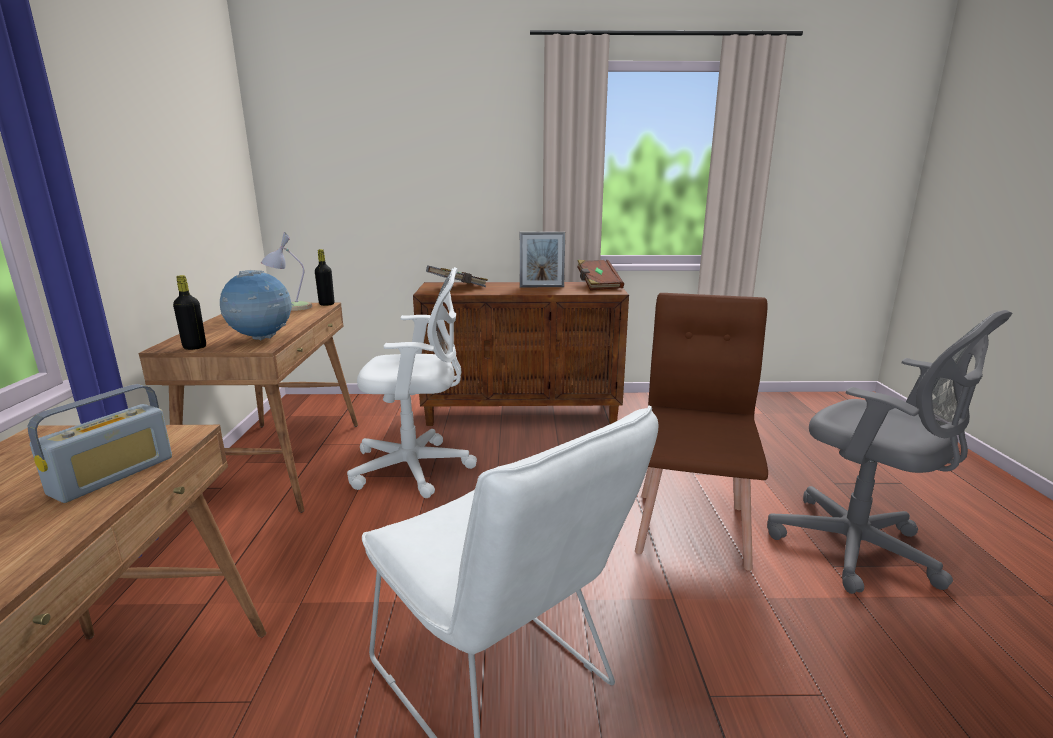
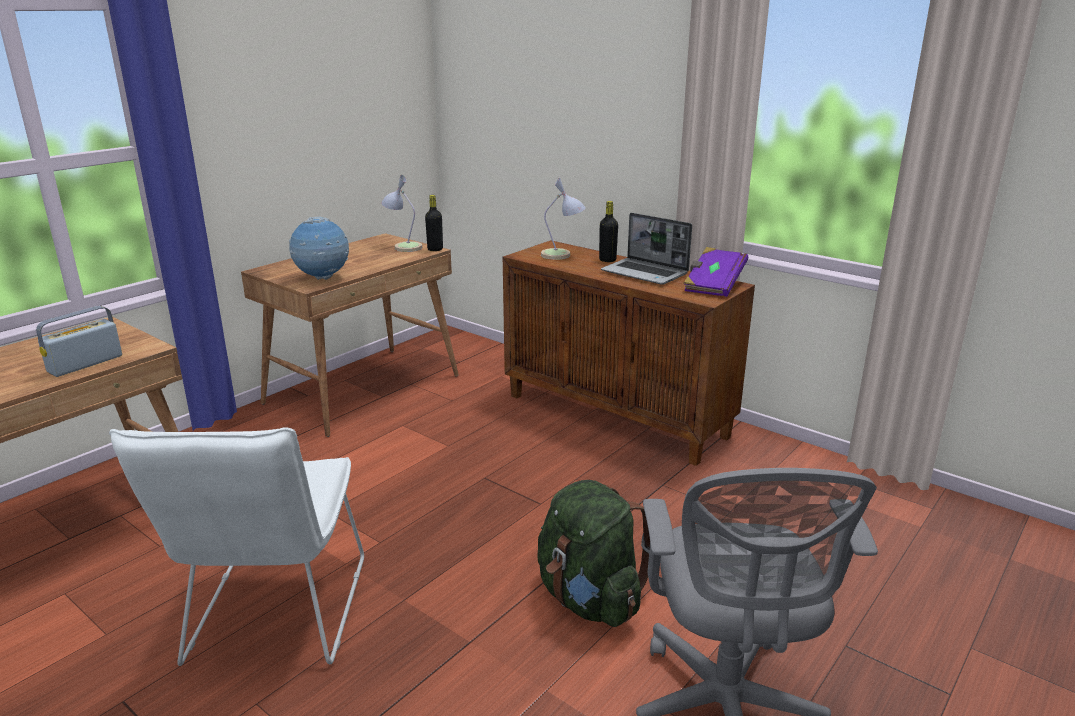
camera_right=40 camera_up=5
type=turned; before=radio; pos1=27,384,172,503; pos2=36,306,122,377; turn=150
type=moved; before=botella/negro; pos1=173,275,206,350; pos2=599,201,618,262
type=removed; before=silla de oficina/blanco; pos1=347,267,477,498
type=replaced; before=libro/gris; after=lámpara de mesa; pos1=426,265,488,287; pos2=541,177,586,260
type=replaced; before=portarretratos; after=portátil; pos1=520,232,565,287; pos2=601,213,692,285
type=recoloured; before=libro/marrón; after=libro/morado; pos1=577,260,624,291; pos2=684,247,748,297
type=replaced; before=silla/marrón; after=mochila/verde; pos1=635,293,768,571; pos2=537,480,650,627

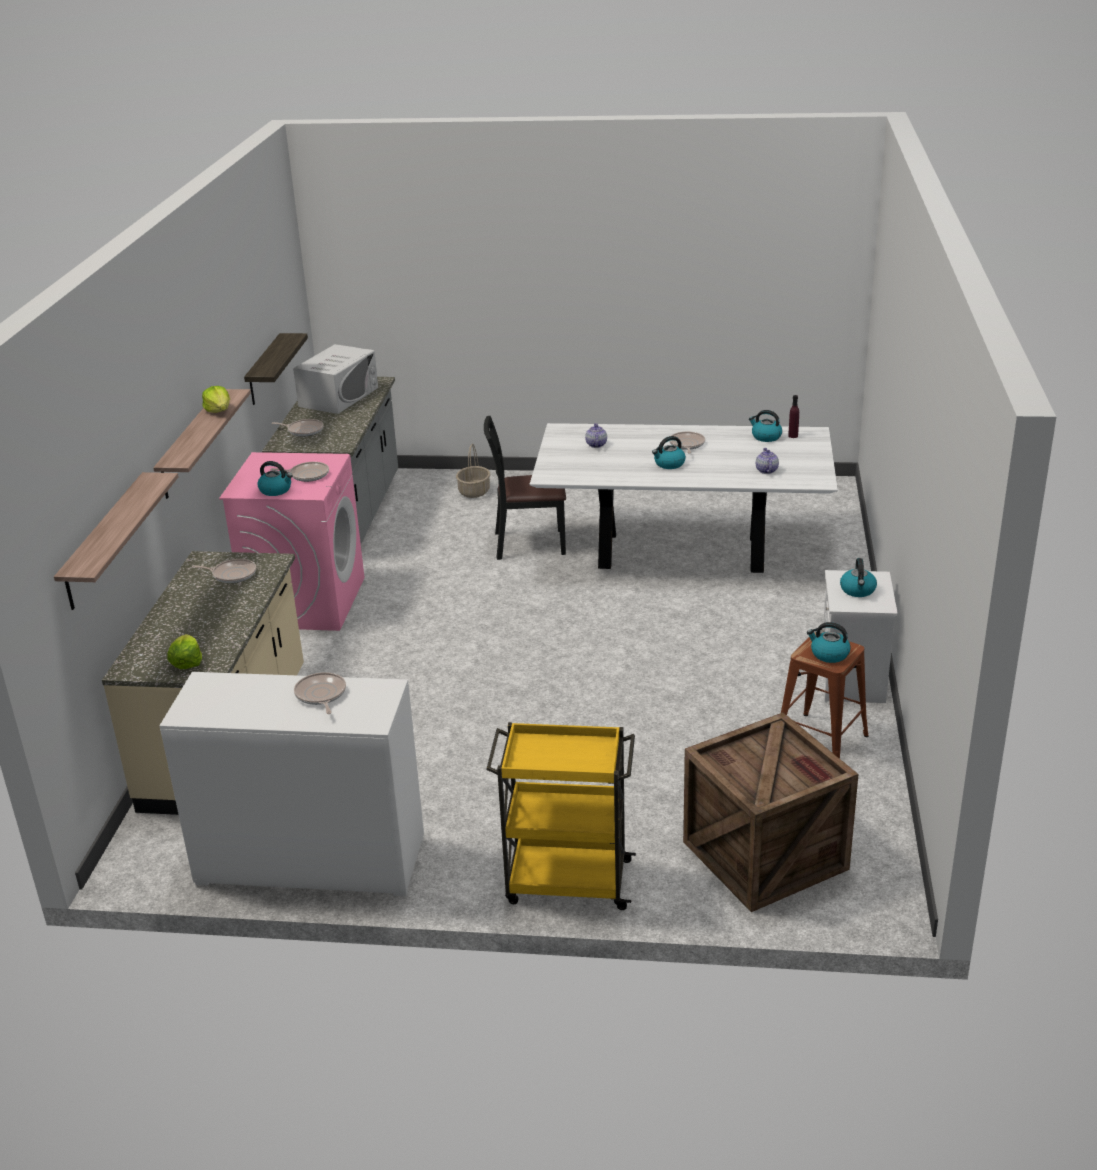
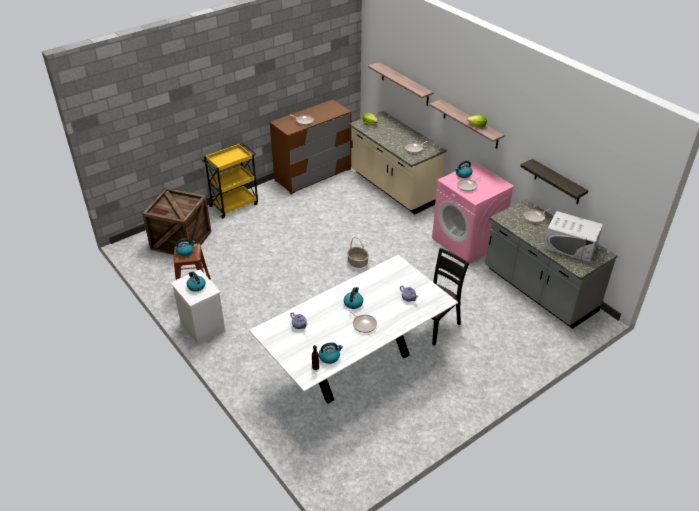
camera_right=135 camera_up=10
type=recoloured; before=cómoda/blanco; after=cómoda/marrón; pos1=160,672,424,896; pos2=270,99,351,194
type=turned; before=microondas/blanco; pos1=293,344,378,414; pos2=543,211,603,262; turn=-45
type=moved; before=cesta; pos1=456,444,490,498; pos2=347,237,369,268

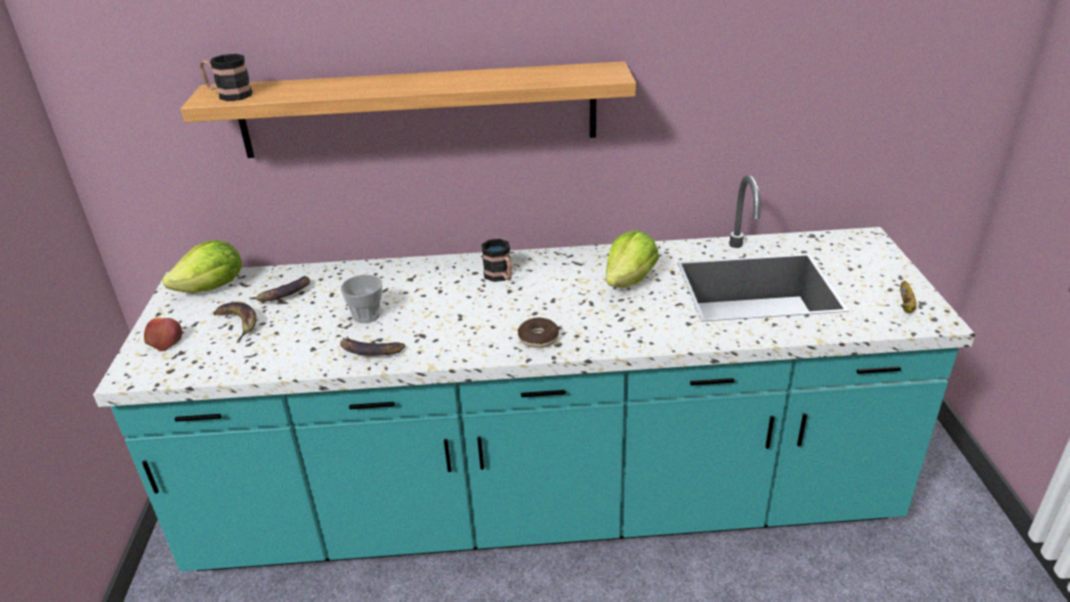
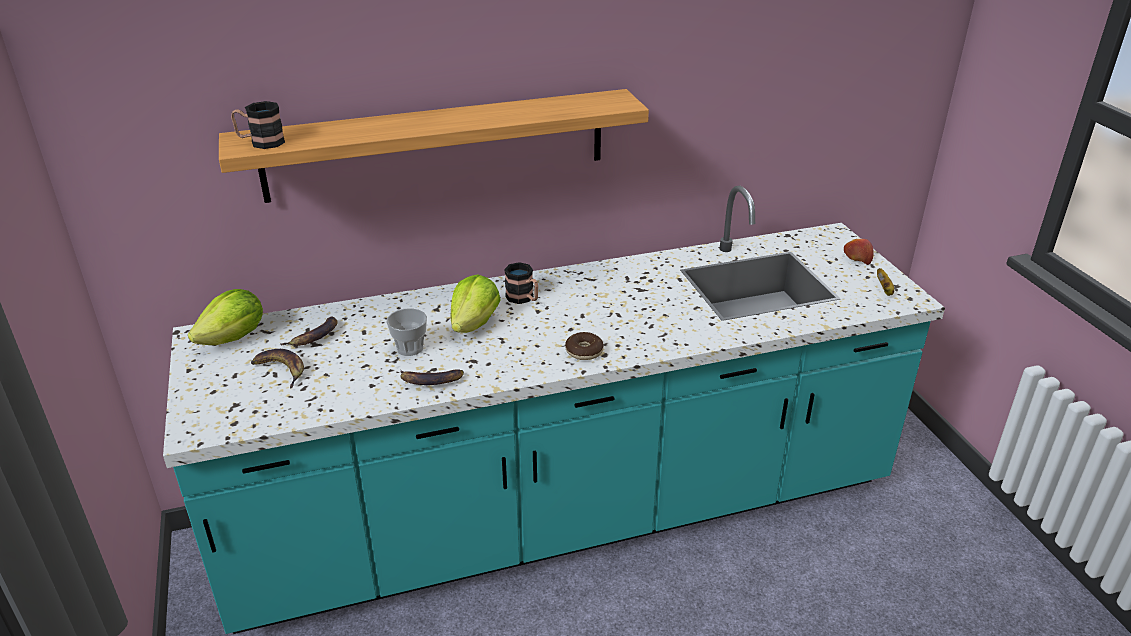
camera_right=-15 camera_up=0
type=moved; before=manzana; pos1=144,317,182,351; pos2=844,239,874,265
type=moved; before=lechuga; pos1=606,230,659,288; pos2=451,274,501,333

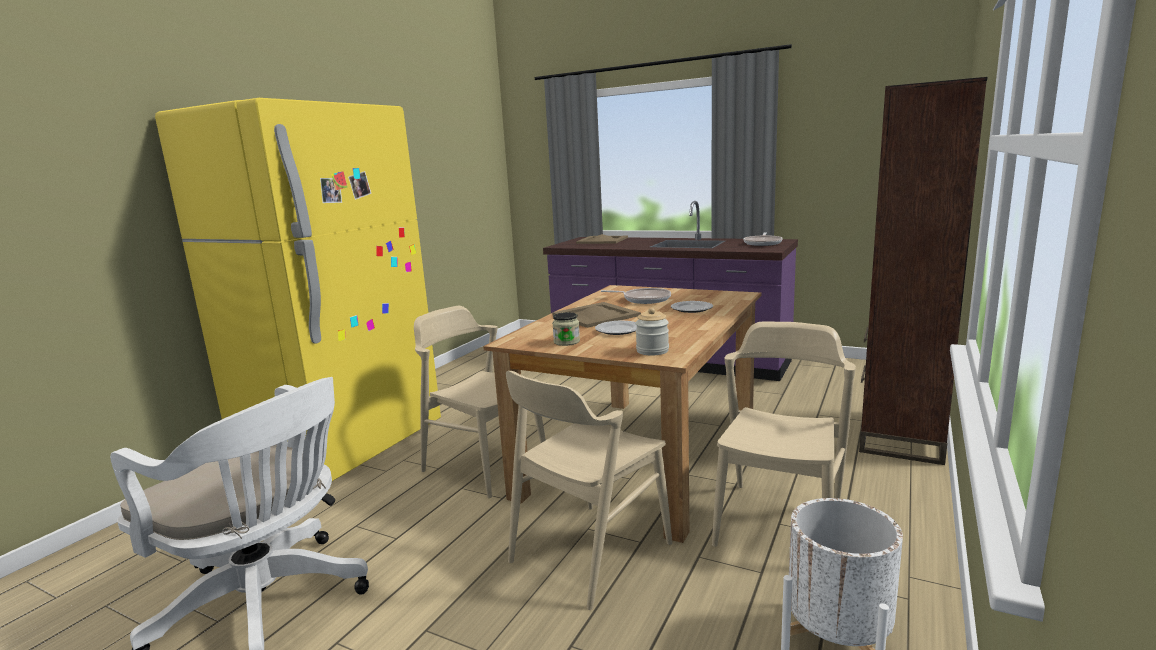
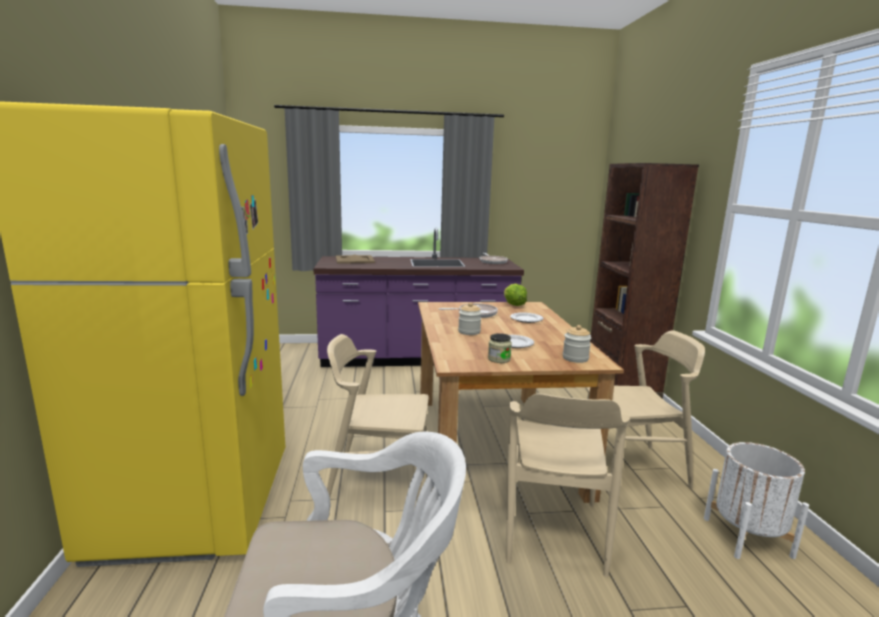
camera_right=-35 camera_up=0
type=replaced; before=bandeja/beis; after=tarro; pos1=552,302,641,328; pos2=458,302,482,335
type=turned; before=silla/beis; pos1=712,322,856,547; pos2=585,330,705,489; turn=90
type=added; after=lechuga; pos2=504,284,527,306

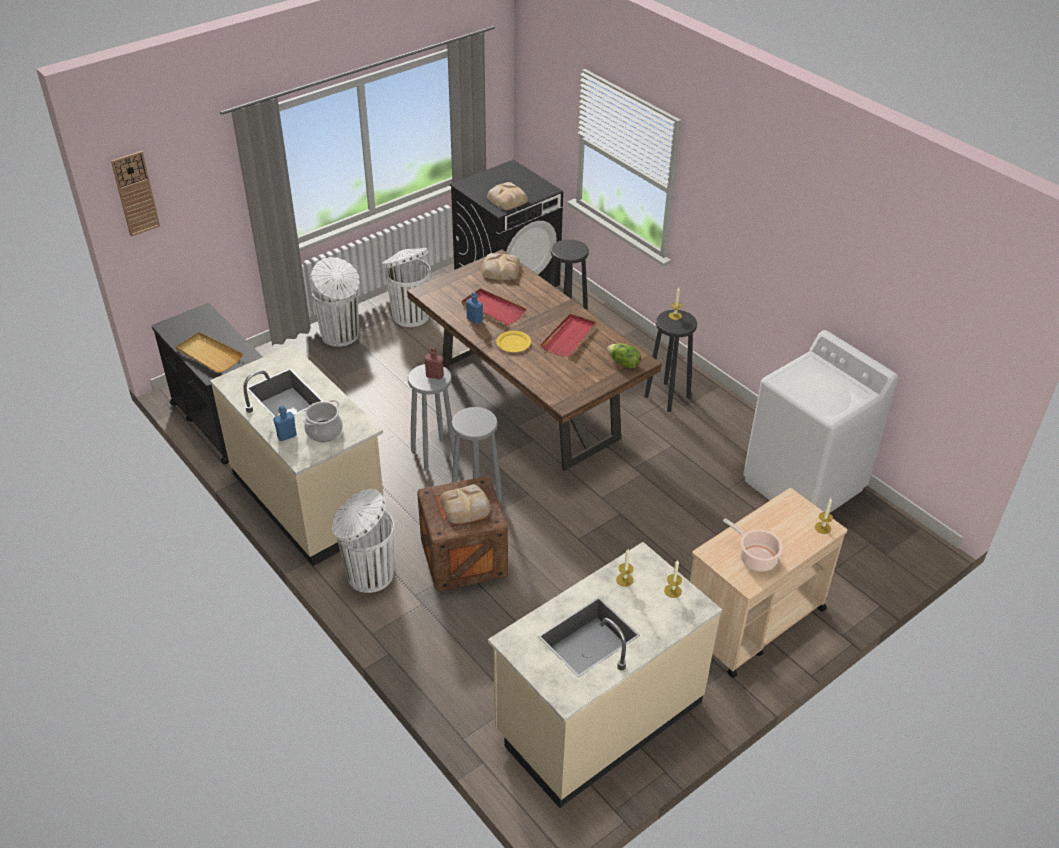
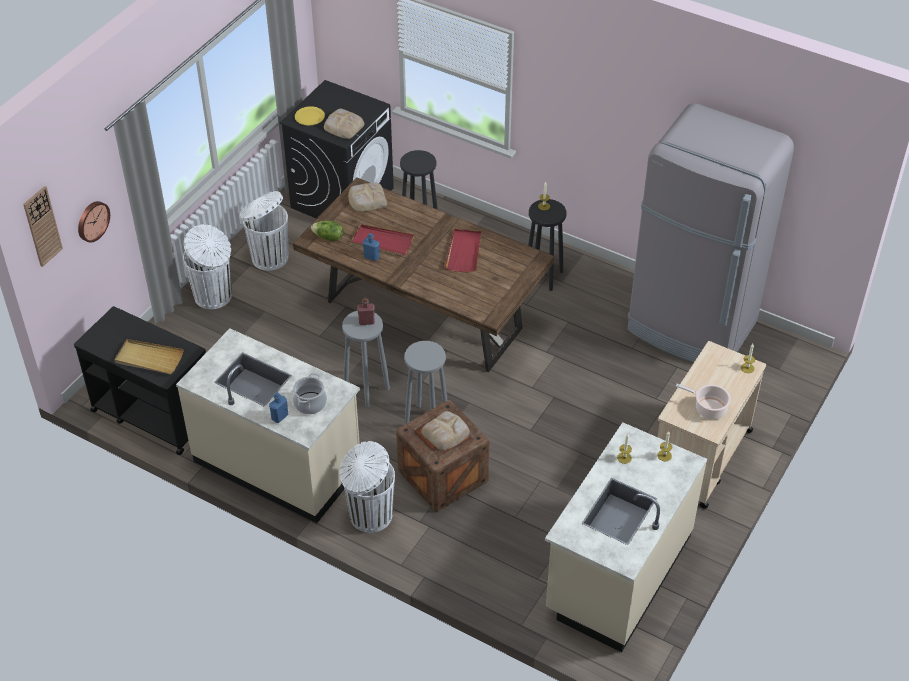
camera_right=-20 camera_up=5
type=moved; before=plato/amarillo; pos1=496,331,531,352; pos2=295,106,325,125
type=moved; before=lechuga; pos1=607,343,641,368; pos2=311,221,343,241
type=replaced; before=lavadora/blanco; after=nevera/gris; pos1=743,330,899,513; pos2=627,103,794,362
type=added; after=reloj de pared; pos2=78,201,110,243

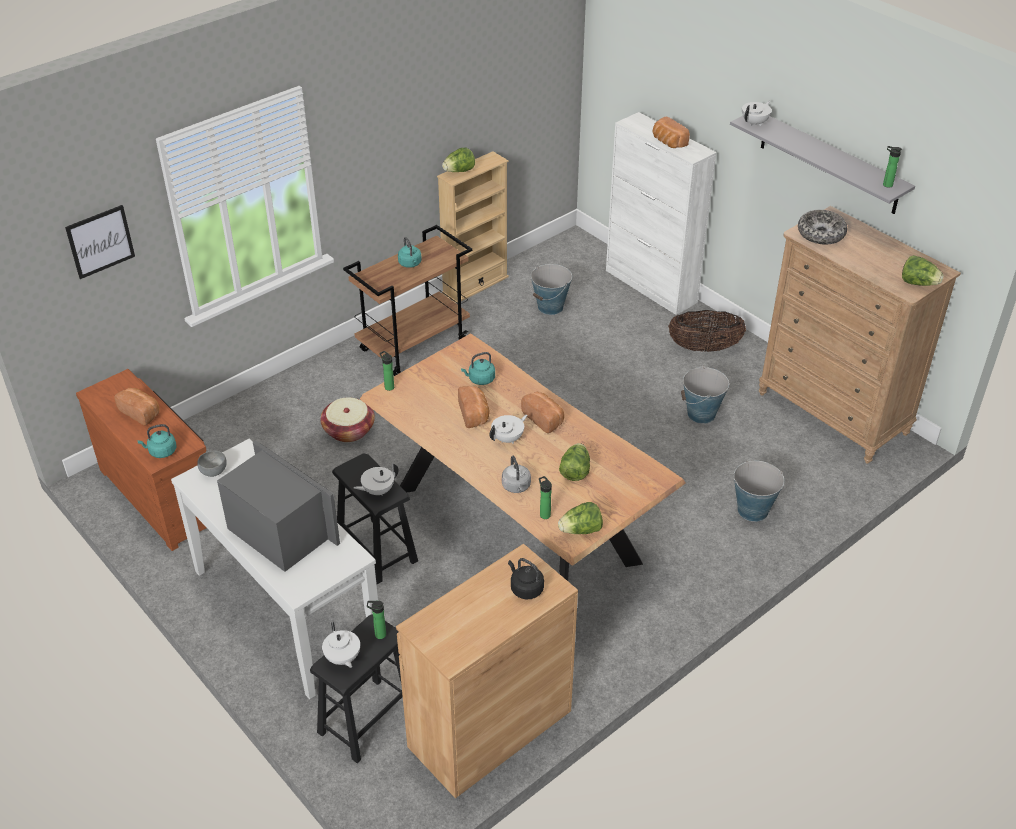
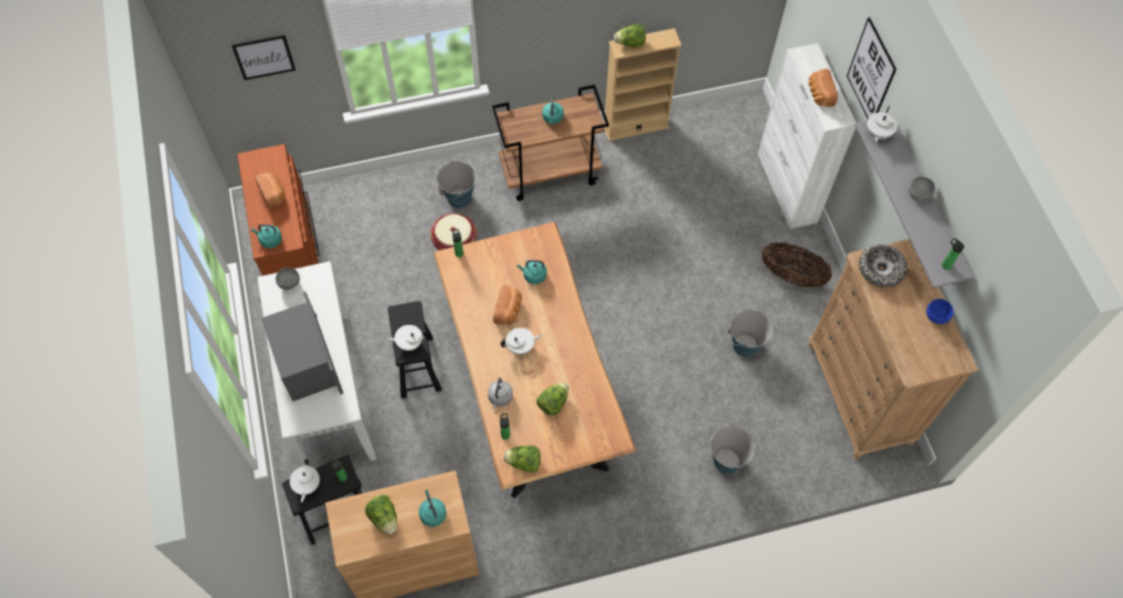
camera_right=25 camera_up=20
type=recoloured; before=hervidor/negro; after=hervidor/turquesa; pos1=508,558,544,600; pos2=419,489,446,527
type=removed; before=pan; pos1=521,392,564,433
type=moved; before=cubo; pos1=530,264,572,315; pos2=437,161,476,208
type=turned; before=tetera/blanco; pos1=742,101,772,126; pos2=867,106,897,142; turn=135
type=moved; before=lechuga; pos1=902,255,944,286; pos2=365,495,397,534
type=added; after=cuadro; pos2=847,17,896,119
type=added; after=cuenco/gris; pos2=909,176,935,202
type=added; after=cuenco/azul; pos2=926,299,954,324

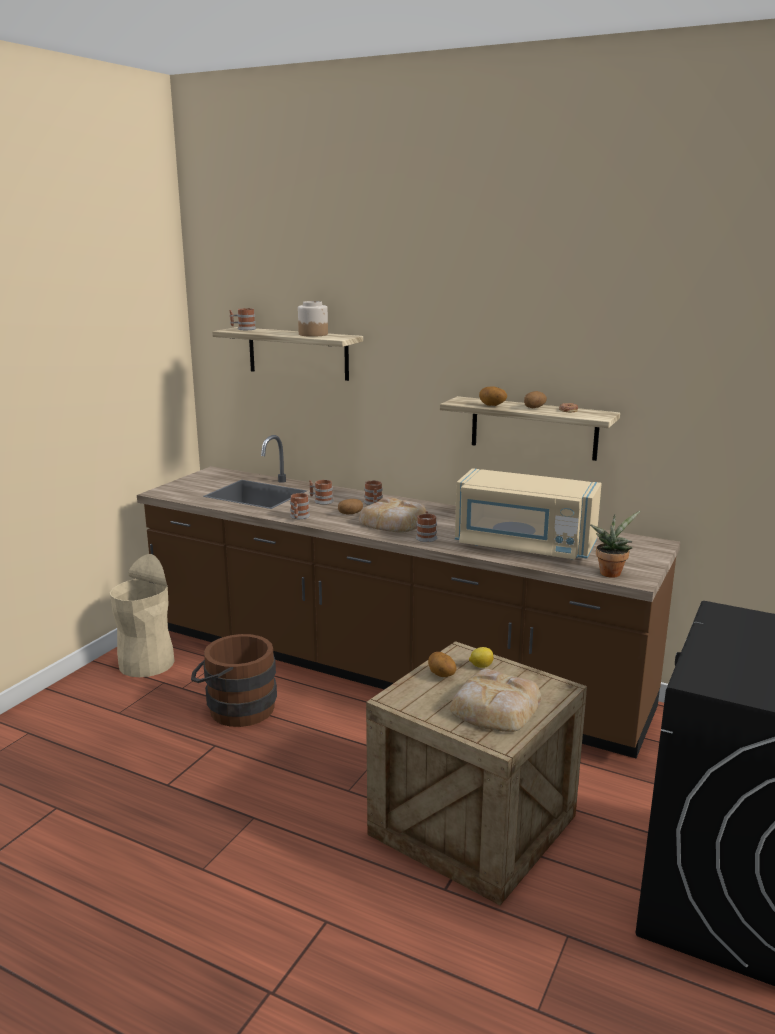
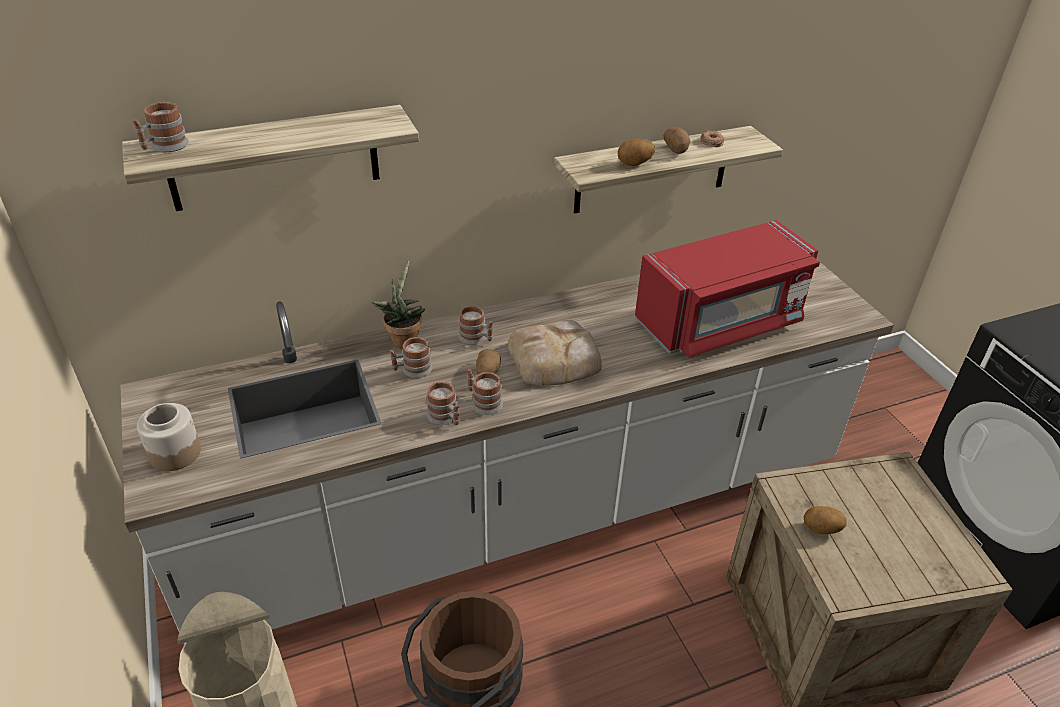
camera_right=-50 camera_up=20
type=recoloured; before=mueble bajo de cocina/marrón; after=mueble bajo de cocina/blanco; pos1=137,435,680,758; pos2=121,262,894,644
type=moved; before=tarro; pos1=298,301,328,337; pos2=137,403,201,471
type=moved; before=taza grande; pos1=416,511,437,542; pos2=467,369,503,415
type=removed; before=pan; pos1=450,669,541,732
type=recoloured; before=microondas/beis; after=microondas/rojo; pos1=455,468,602,559; pos2=635,220,820,358
type=removed; before=limón; pos1=469,647,494,668
type=moved; before=planta en maceta; pos1=590,511,640,578; pos2=371,261,425,349

